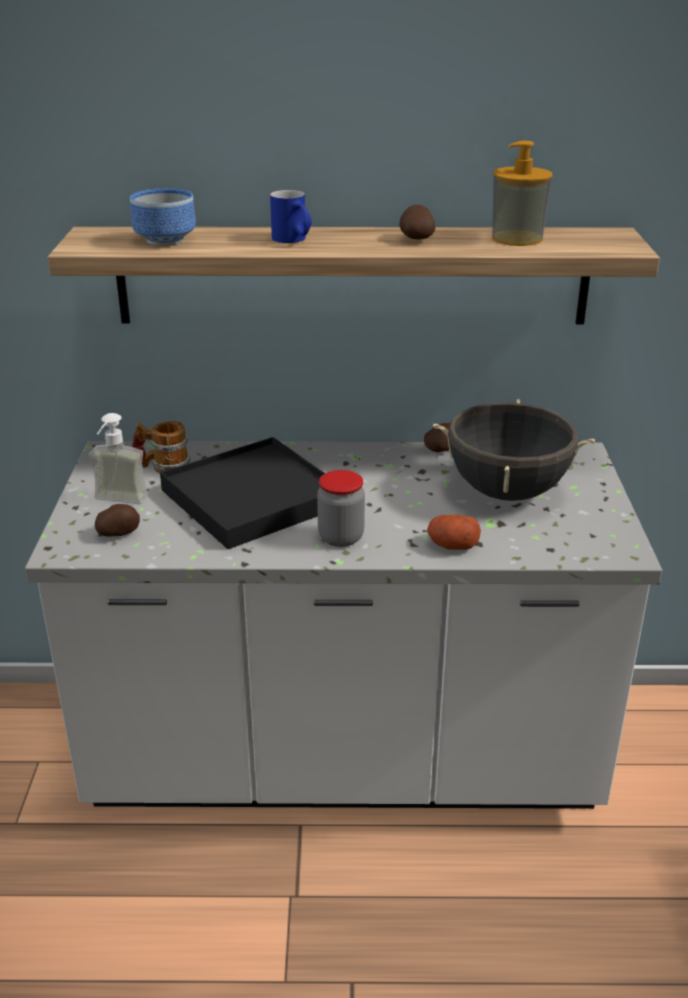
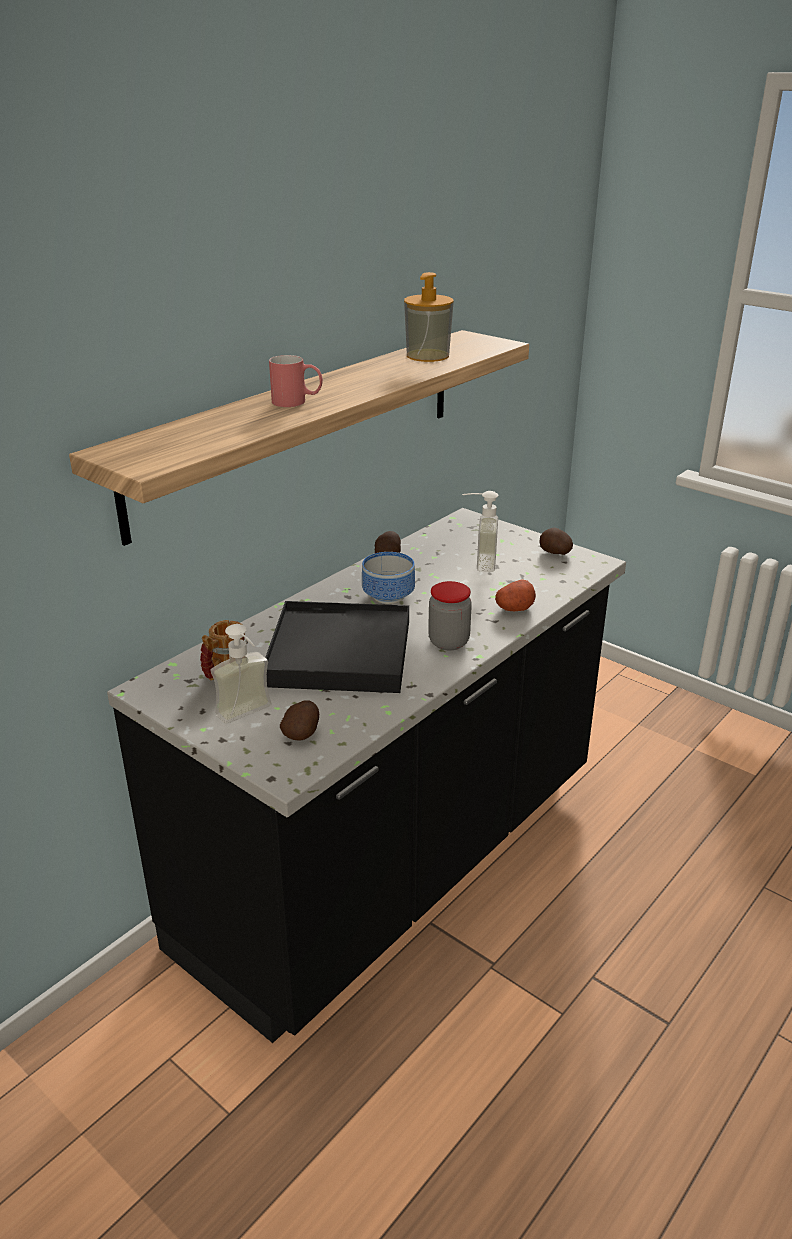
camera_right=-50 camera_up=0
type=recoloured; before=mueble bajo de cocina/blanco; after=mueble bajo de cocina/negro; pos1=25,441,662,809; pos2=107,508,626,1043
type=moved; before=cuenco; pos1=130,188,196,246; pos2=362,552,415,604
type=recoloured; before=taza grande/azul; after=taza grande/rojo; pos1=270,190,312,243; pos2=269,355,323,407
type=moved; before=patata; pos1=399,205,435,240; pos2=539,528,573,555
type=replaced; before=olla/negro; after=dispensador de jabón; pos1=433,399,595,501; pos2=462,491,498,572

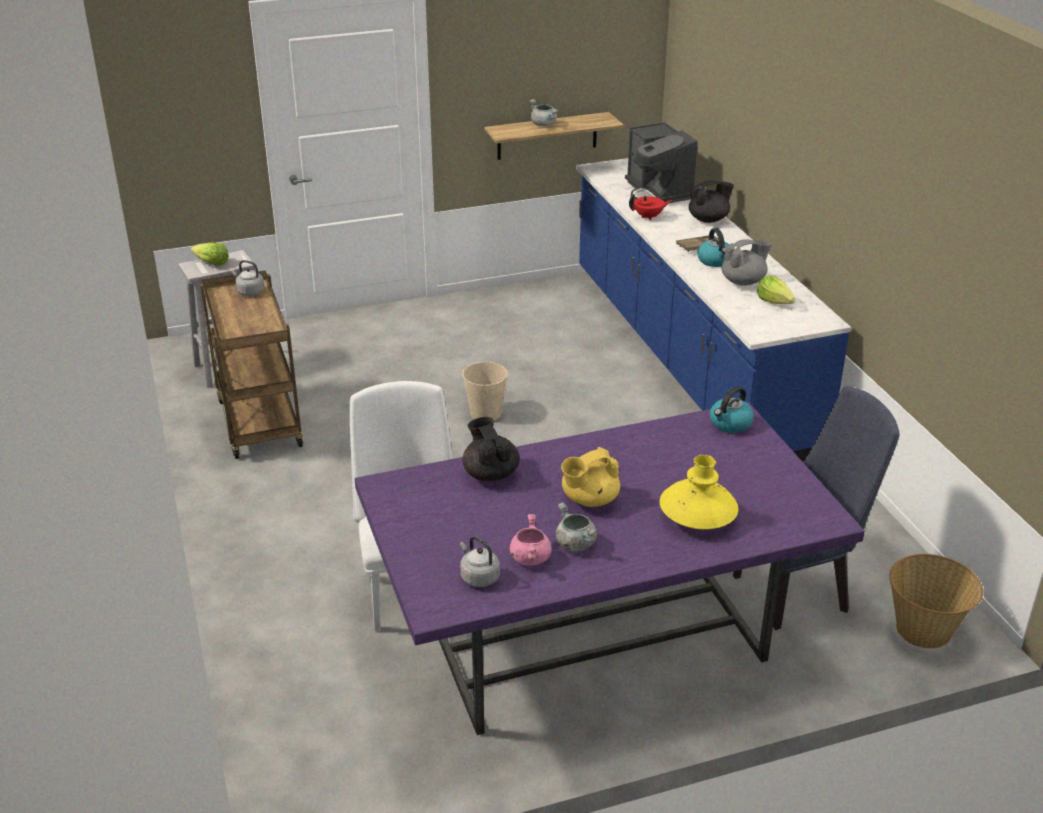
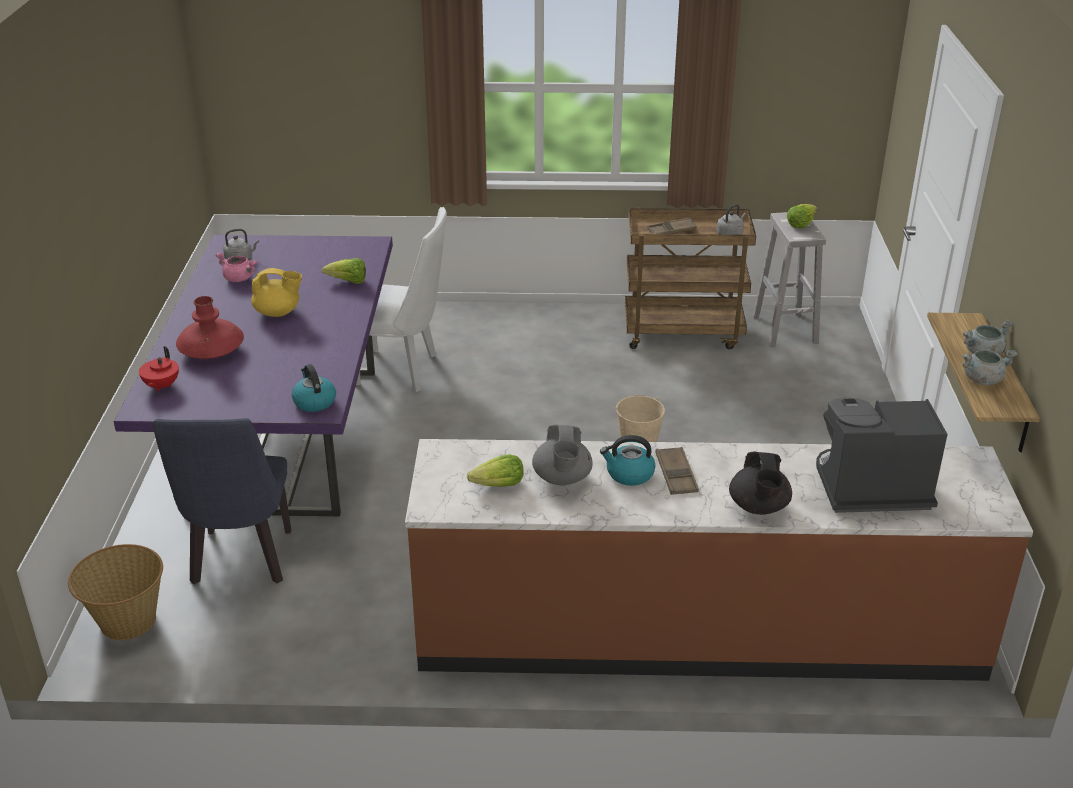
camera_right=110 camera_up=0
type=replaced; before=tetera/negro; after=lechuga; pos1=462,417,520,482; pos2=322,258,366,284
type=moved; before=olla/gris; pos1=556,502,597,551; pos2=962,350,1018,385
type=turned; before=tetera/amarillo; pos1=561,447,620,507; pos2=251,268,302,317; turn=105
type=recoloured; before=mueble bajo de cocina/azul; after=mueble bajo de cocina/marrón; pos1=576,158,851,462; pos2=405,439,1033,681
type=moved; before=tetera/rojo; pos1=629,194,672,221; pos2=139,346,179,392
type=recoloured; before=florero/amarillo; after=florero/rojo; pos1=660,455,738,530; pos2=176,296,244,359
type=added; after=bandeja/marrón; pos2=648,218,696,234

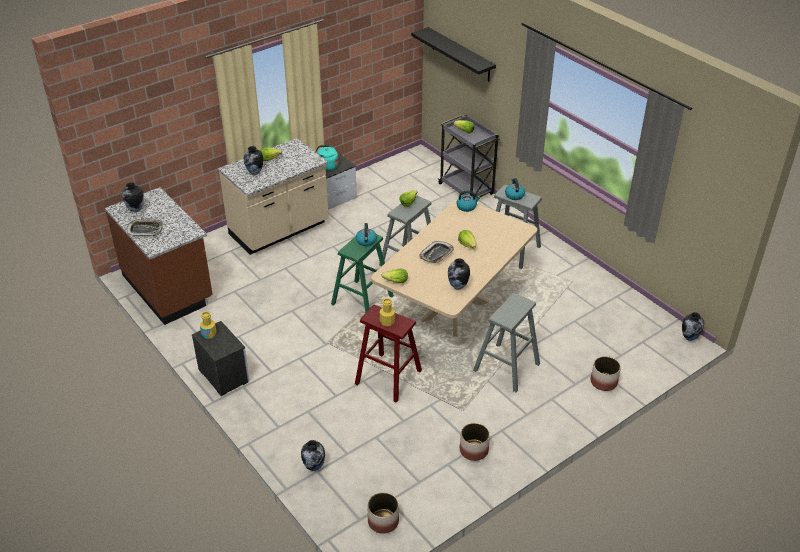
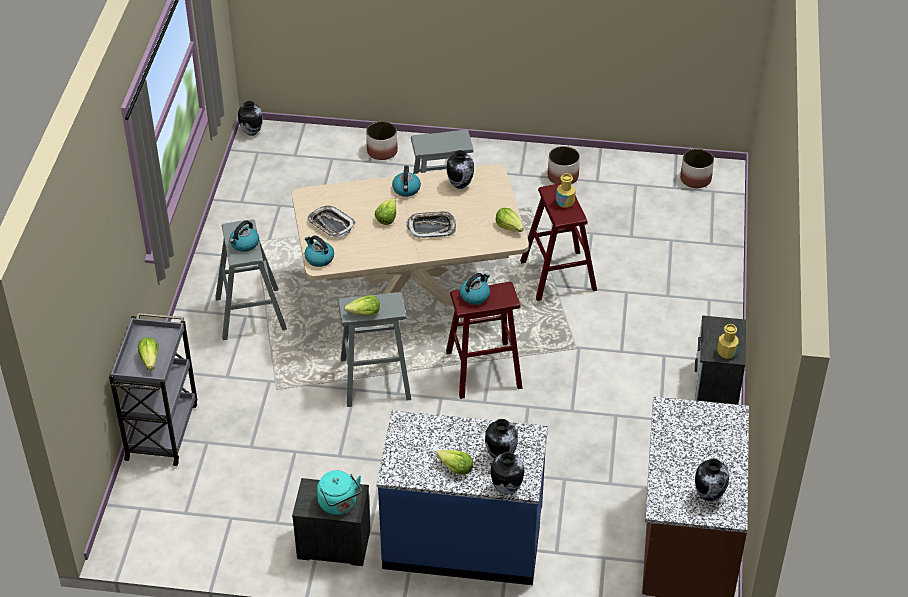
camera_right=-135 camera_up=5
type=moved; before=bandeja; pos1=126,219,163,236; pos2=307,206,356,237
type=recoloured; before=mueble bajo de cocina/beis; after=mueble bajo de cocina/azul; pos1=218,138,329,255; pos2=376,410,548,585
type=moved; before=florero; pos1=301,440,325,471; pos2=490,452,524,494
type=recoloured; before=taburete/verde; after=taburete/rojo; pos1=331,235,394,313; pos2=446,282,522,399
type=removed; before=estante/negro; pos1=411,27,496,81
type=added; after=hervidor; pos2=392,166,421,197

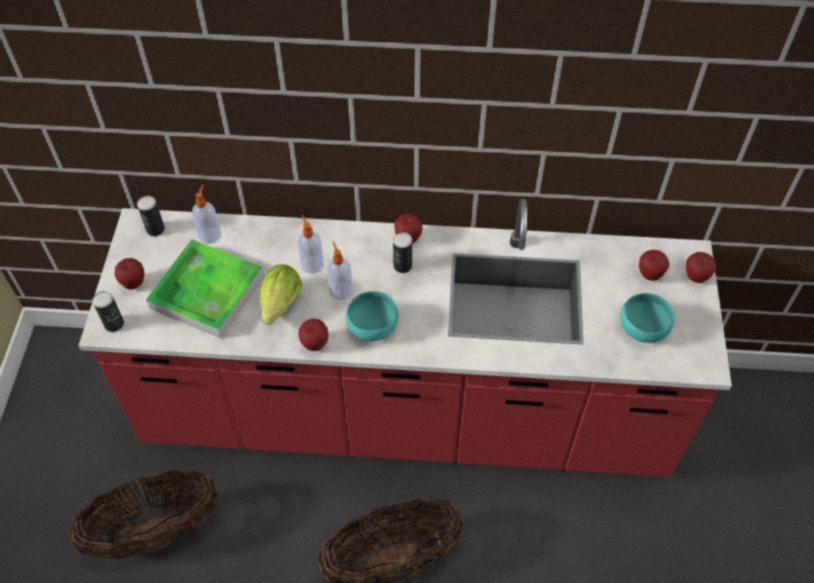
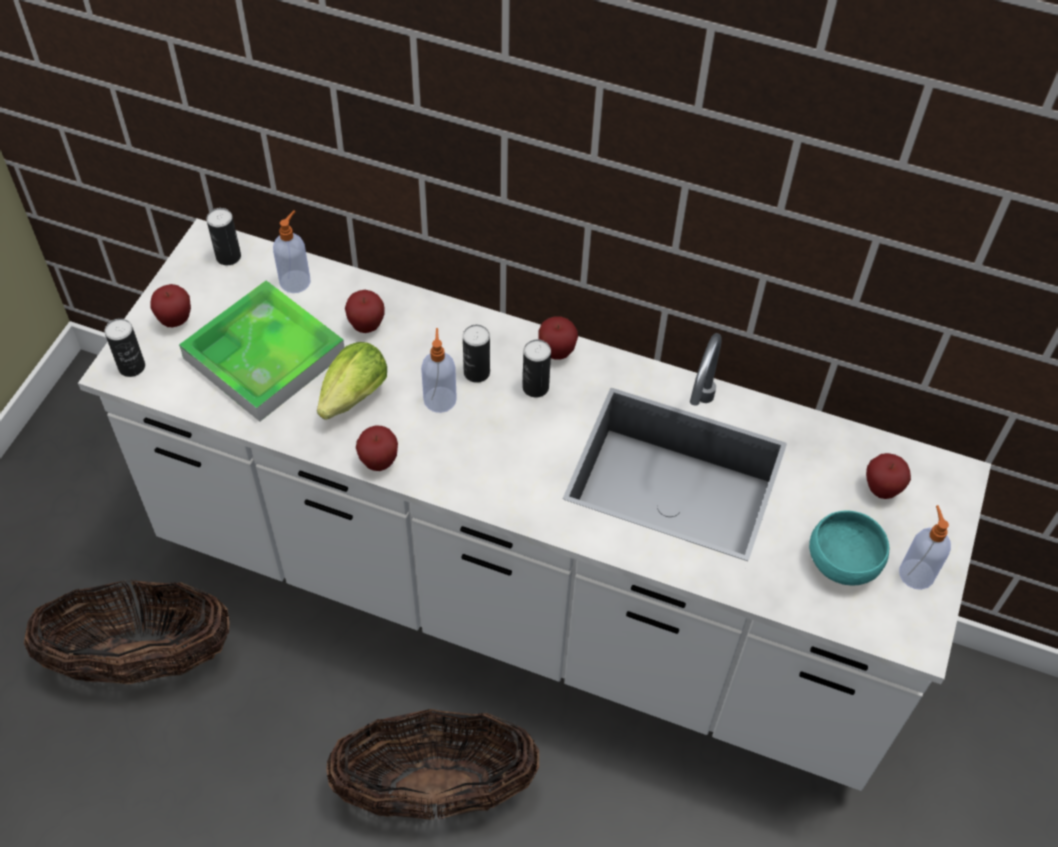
camera_right=15 camera_up=0
type=recoloured; before=mueble bajo de cocina/rojo; after=mueble bajo de cocina/blanco; pos1=79,198,732,477; pos2=78,218,991,791
type=moved; before=dispensador de jabón; pos1=298,215,324,274; pos2=899,505,951,590
type=removed; before=cuenco/turquesa; pos1=346,291,398,341
type=moved; before=manzana; pos1=686,252,716,283; pos2=345,290,385,333
type=added; after=lata; pos2=463,324,490,383

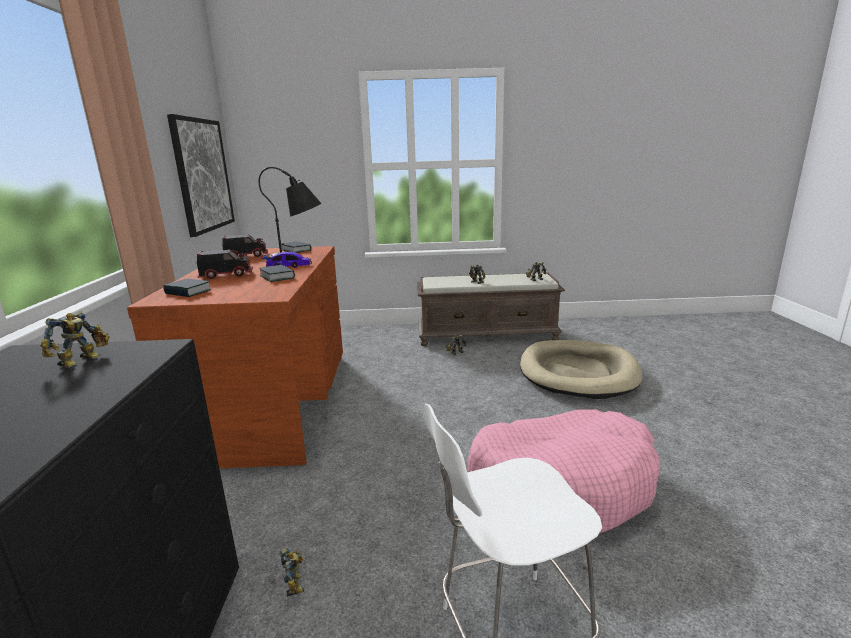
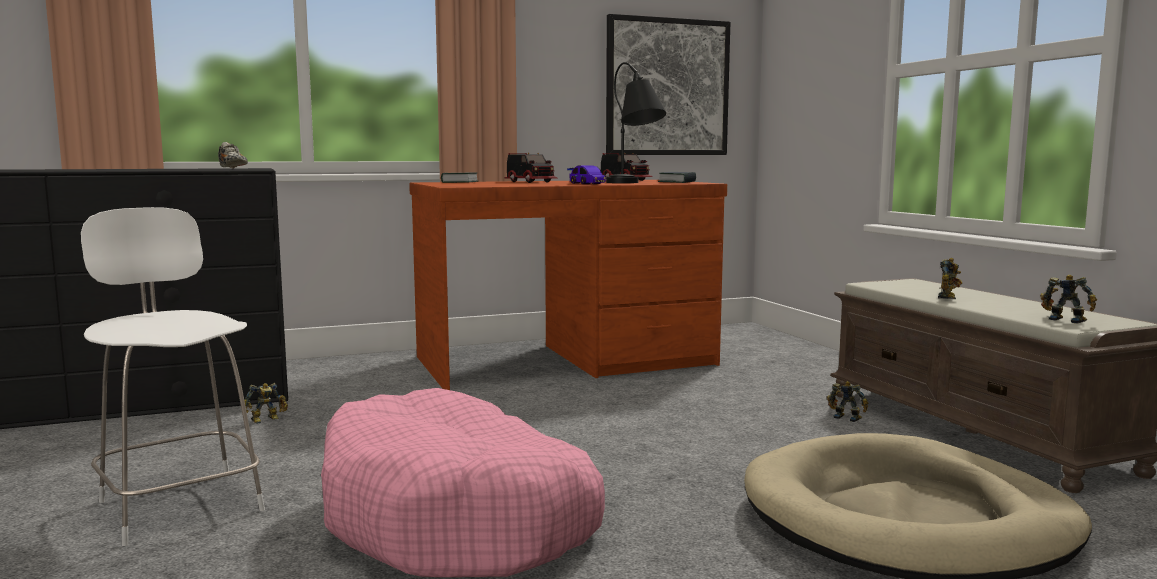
camera_right=70 camera_up=-10
type=replaced; before=robot de juguete; after=zapato; pos1=40,311,110,368; pos2=218,142,248,169
type=removed; before=libro; pos1=259,265,295,282

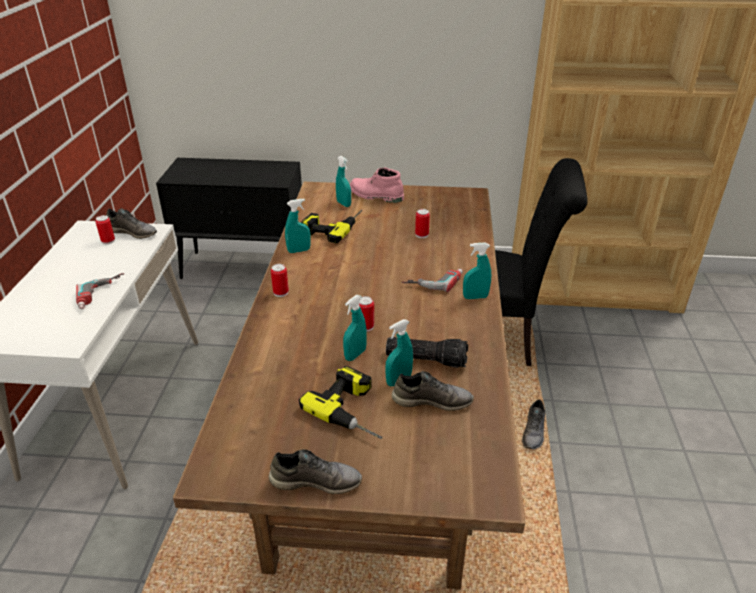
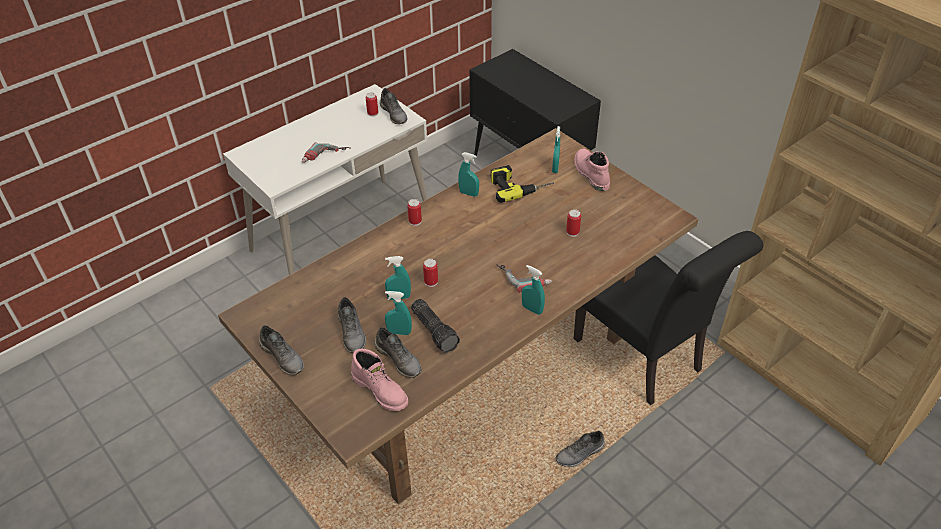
camera_right=45 camera_up=10
type=replaced; before=taladro; after=zapato/gris; pos1=299,366,382,439; pos2=338,297,366,353
type=added; after=bota/rosa; pos2=351,349,408,411

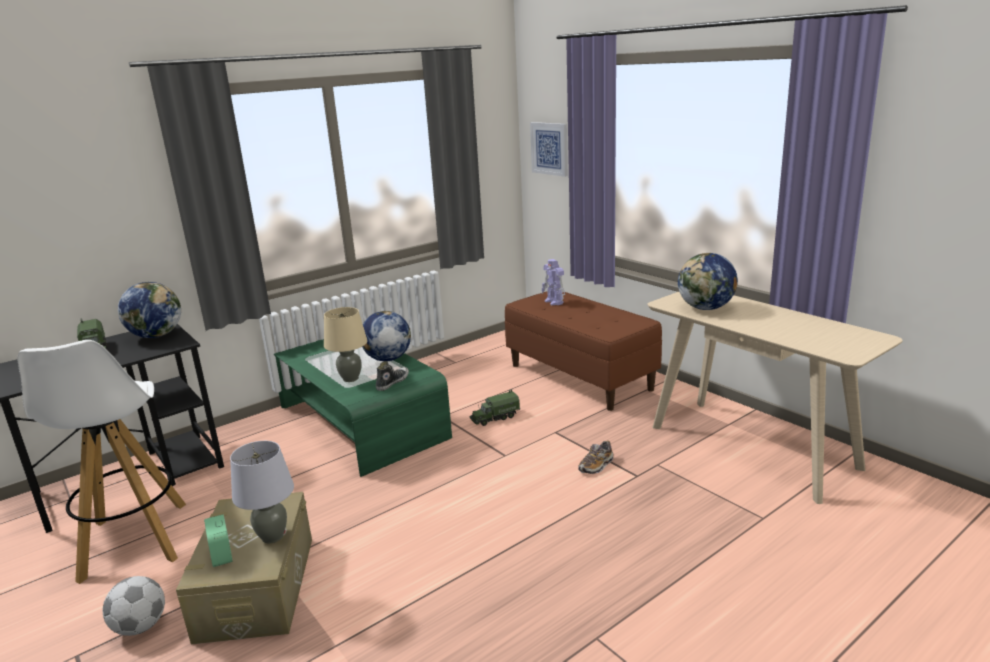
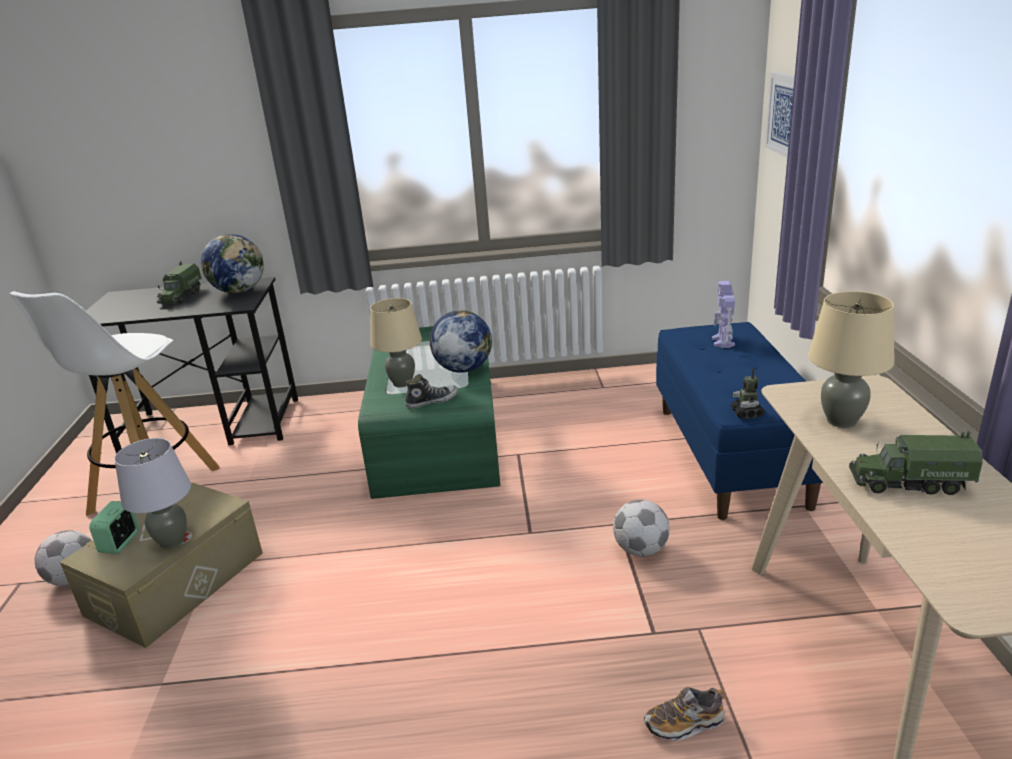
camera_right=35 camera_up=5
type=moved; before=camión de juguete; pos1=470,389,520,426; pos2=849,431,983,495
type=recoloured; before=banco/marrón; after=banco/azul; pos1=505,291,662,411; pos2=656,322,823,520
type=moved; before=zapato; pos1=578,440,613,474; pos2=644,687,725,741
type=replaced; before=globo terráqueo; after=lámpara de mesa/beis; pos1=678,253,738,310; pos2=808,291,895,428
type=added; after=balón de fútbol; pos2=613,499,670,557
type=added; after=robot de juguete; pos2=730,369,765,419

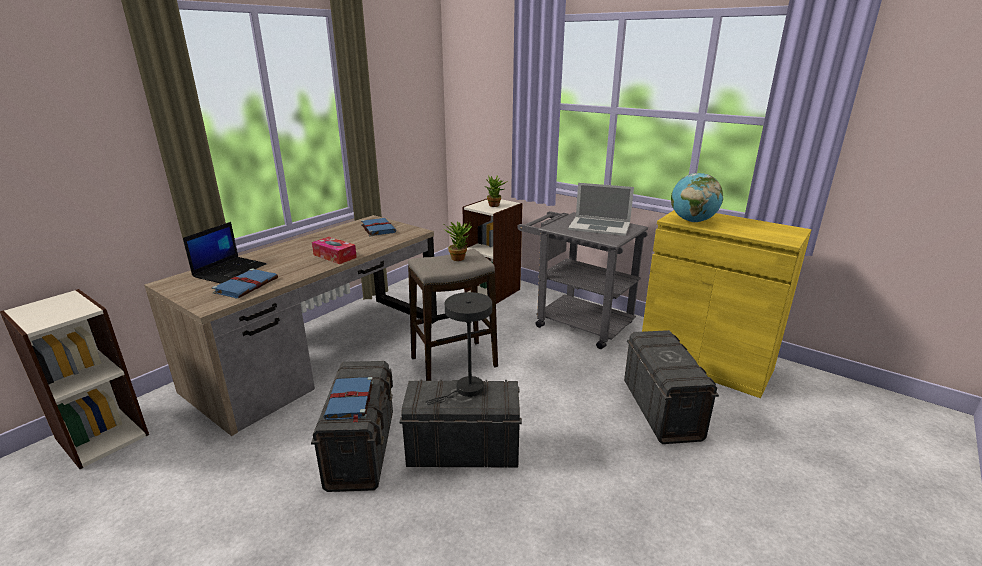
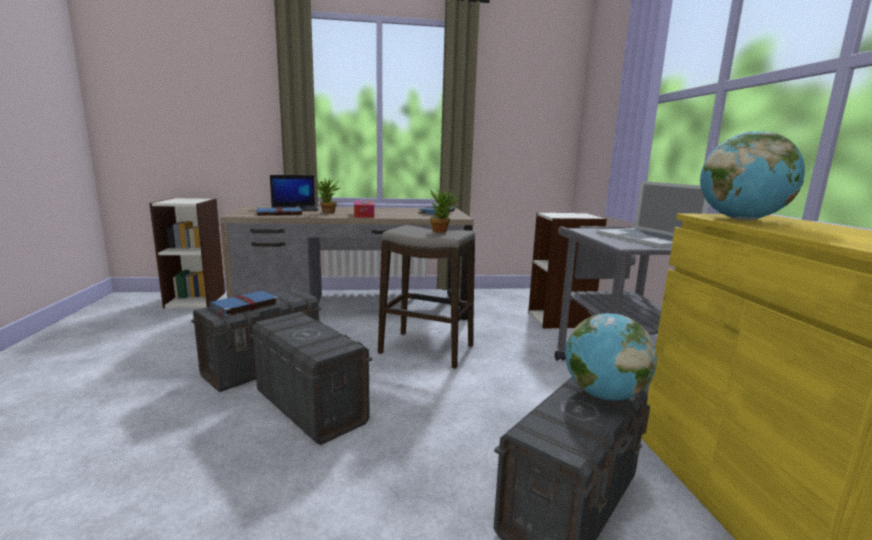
camera_right=45 camera_up=-10
type=removed; before=lámpara de mesa/gris; pos1=425,292,492,404
type=moved; before=planta en maceta; pos1=485,175,508,207; pos2=316,178,341,213
type=added; after=globo terráqueo; pos2=565,313,657,401

